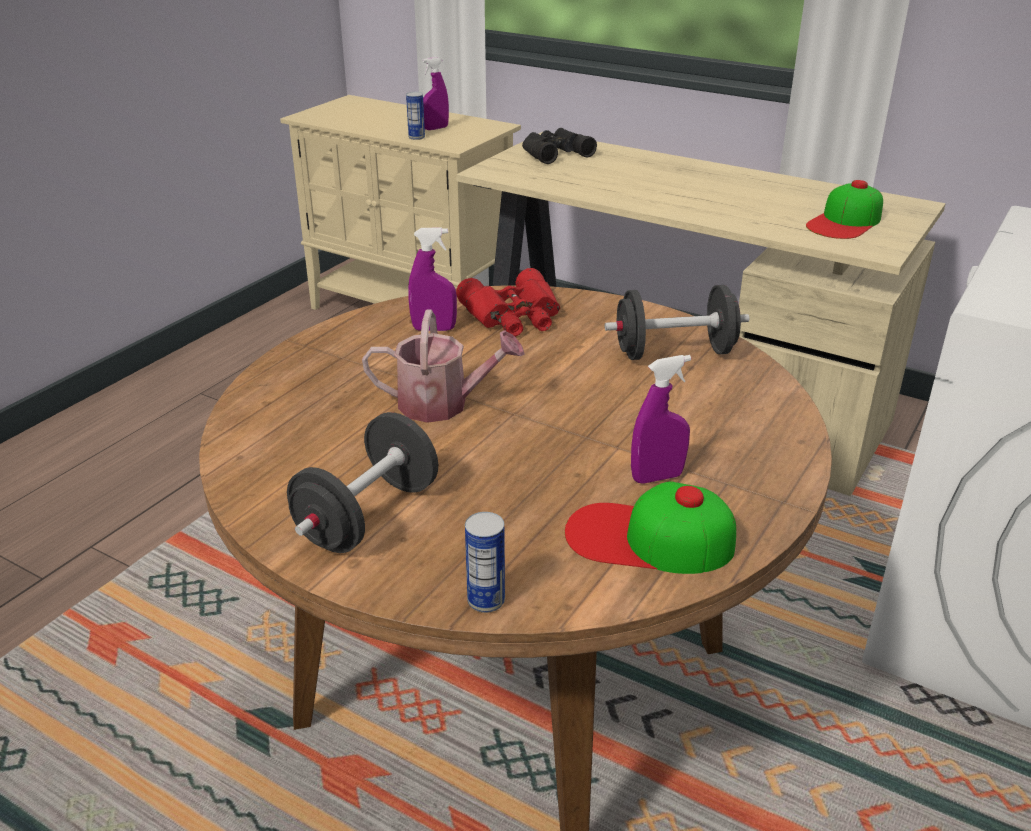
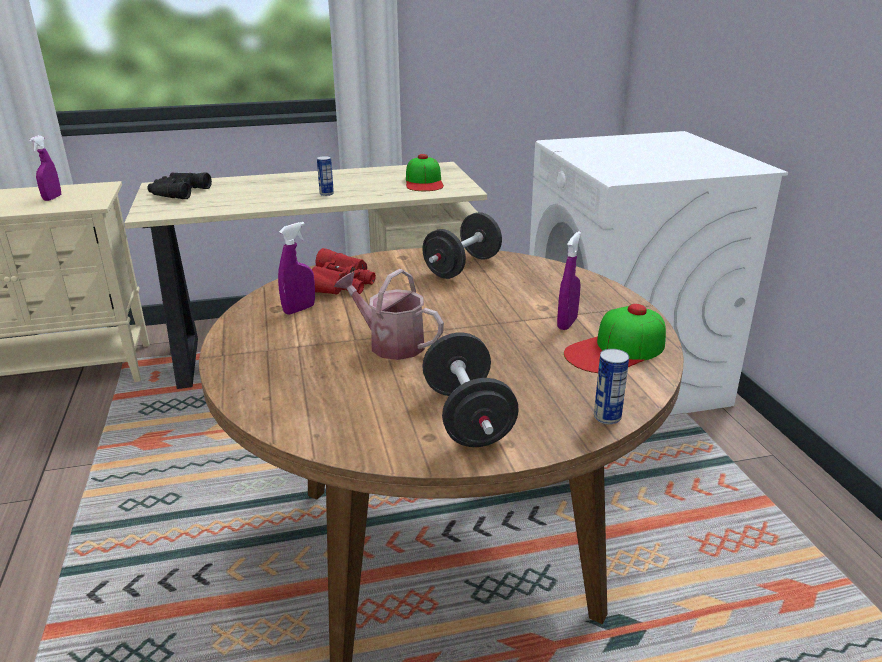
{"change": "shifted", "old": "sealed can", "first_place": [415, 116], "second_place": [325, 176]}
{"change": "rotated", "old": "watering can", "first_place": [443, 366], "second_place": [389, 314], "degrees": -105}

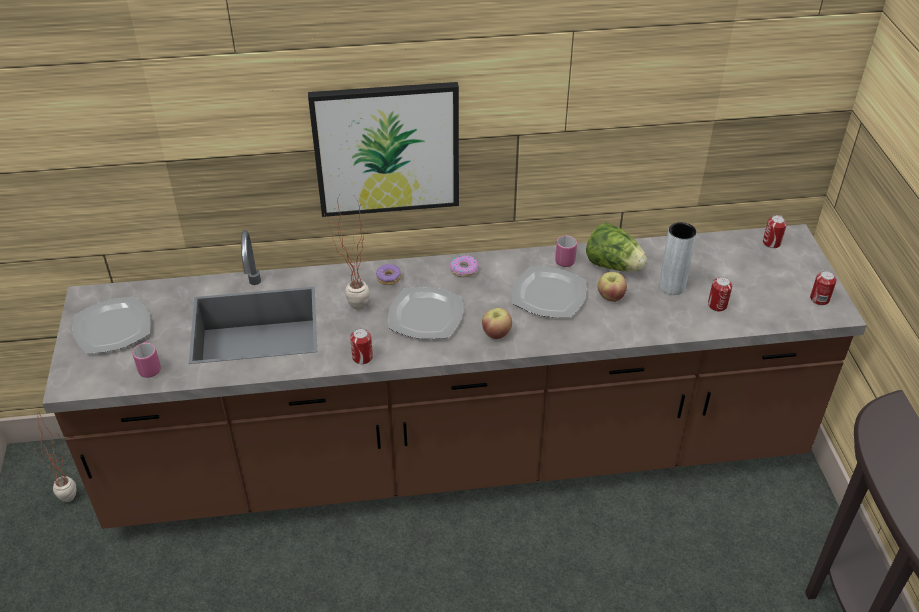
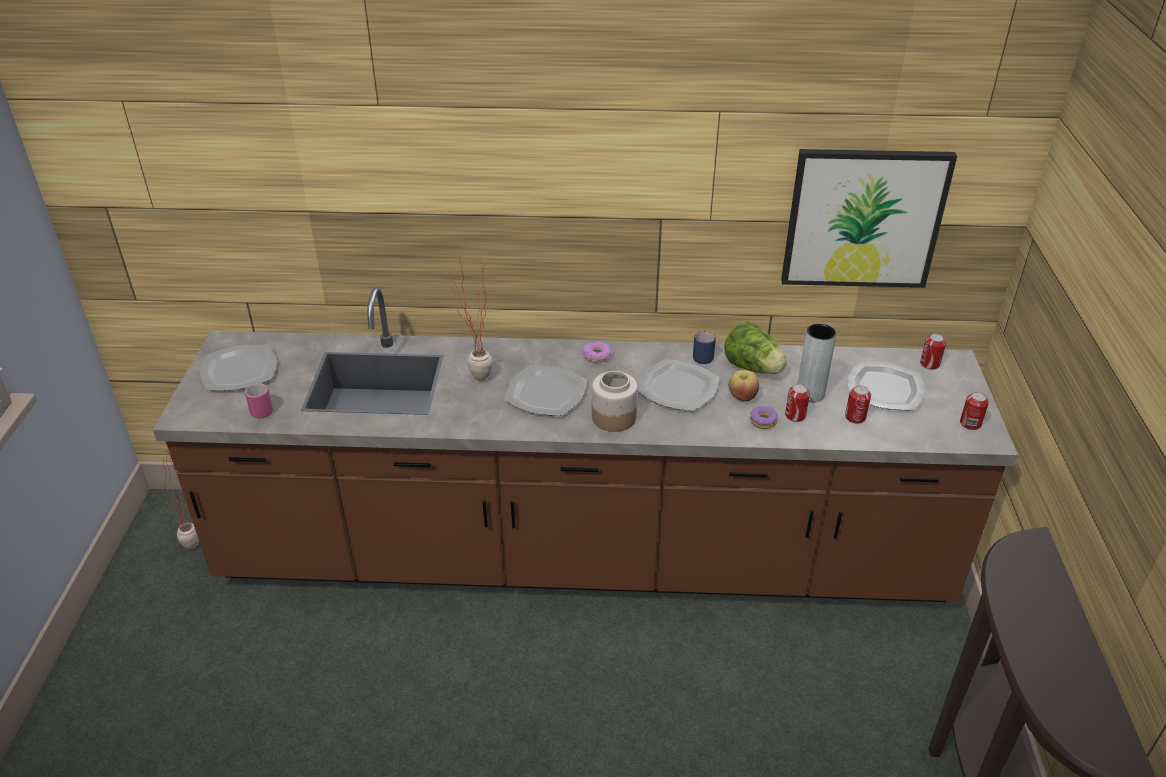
{"change": "shifted", "old": "wall picture", "first_place": [383, 149], "second_place": [869, 218]}
{"change": "repainted", "old": "pink-coloured mug", "new": "blue-coloured mug", "first_place": [566, 251], "second_place": [704, 347]}
{"change": "shifted", "old": "doughnut", "first_place": [388, 274], "second_place": [764, 417]}
{"change": "swapped", "old": "whole apple", "new": "storage jar", "first_place": [497, 323], "second_place": [615, 401]}
{"change": "shifted", "old": "sealed can", "first_place": [361, 346], "second_place": [797, 403]}
{"change": "new", "new": "dinner plate", "second_place": [886, 385]}

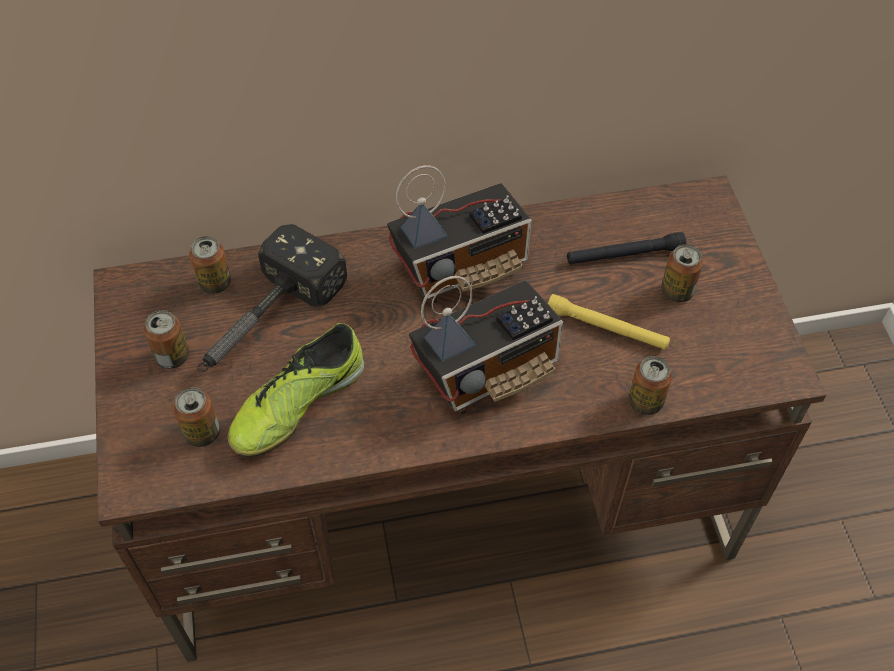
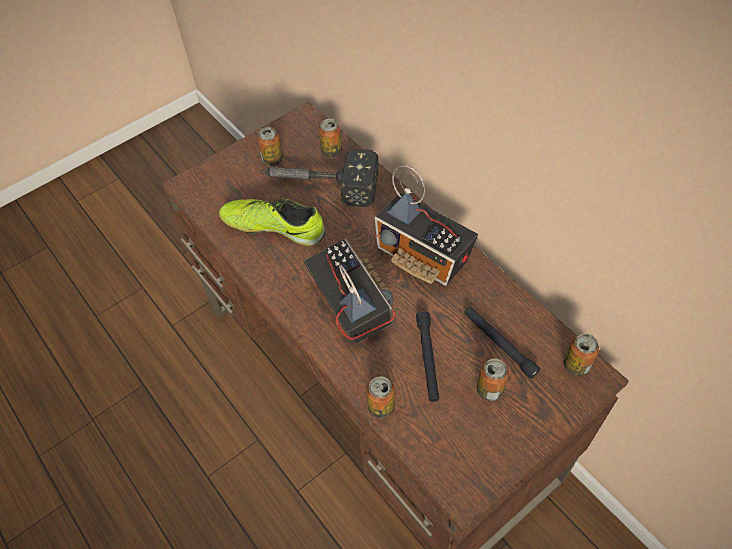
{"change": "rotated", "old": "radio receiver", "first_place": [486, 345], "second_place": [349, 291], "degrees": -150}
{"change": "repainted", "old": "yellow flashlight", "new": "blackish flashlight", "first_place": [609, 322], "second_place": [427, 356]}
{"change": "shifted", "old": "sealed can", "first_place": [196, 417], "second_place": [581, 354]}

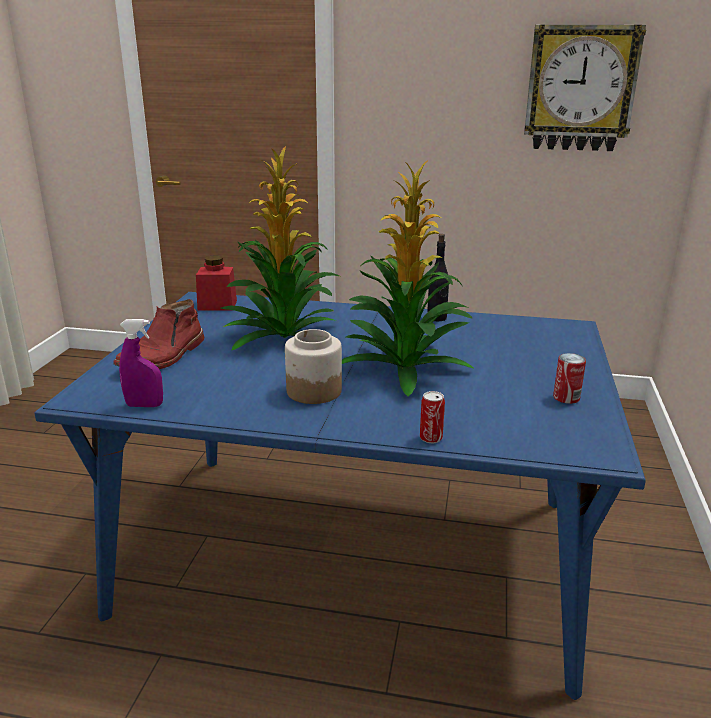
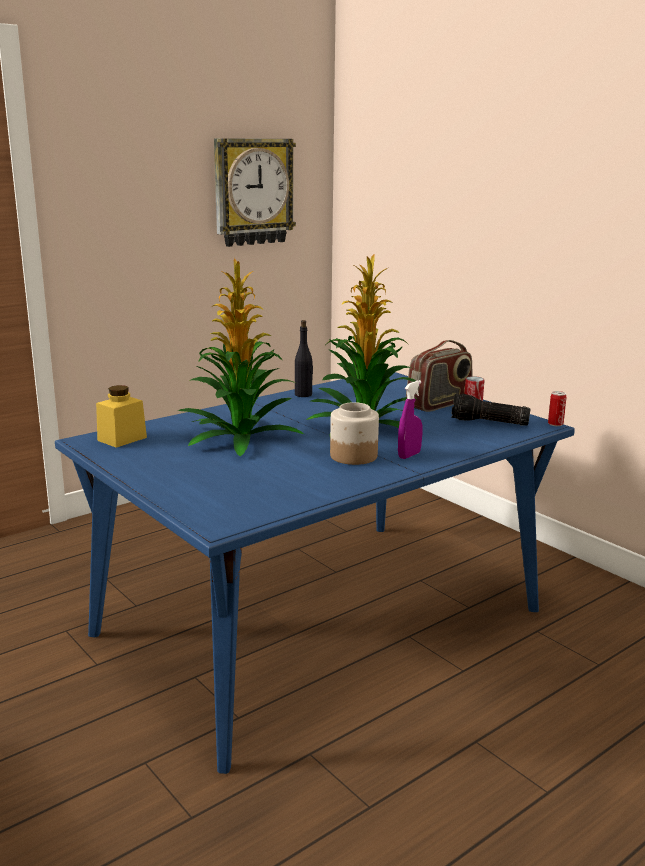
{"change": "repainted", "old": "reddish storage jar", "new": "yellow storage jar", "first_place": [216, 282], "second_place": [121, 416]}
{"change": "gone", "old": "reddish high-top boot", "first_place": [158, 334]}
{"change": "shifted", "old": "purple-coloured hand sprayer", "first_place": [141, 363], "second_place": [410, 419]}
{"change": "shifted", "old": "sealed can", "first_place": [432, 417], "second_place": [557, 408]}
{"change": "new", "new": "radio receiver", "second_place": [439, 376]}
{"change": "new", "new": "flashlight", "second_place": [491, 410]}

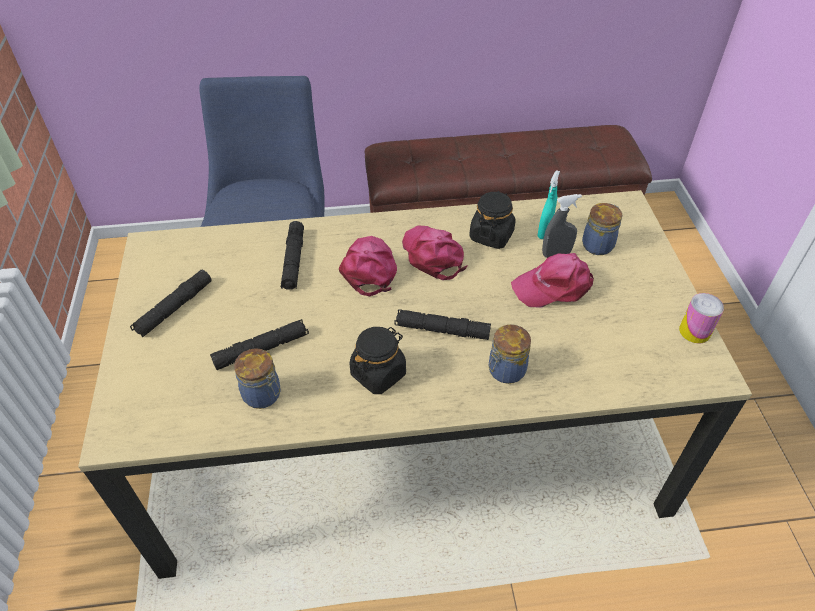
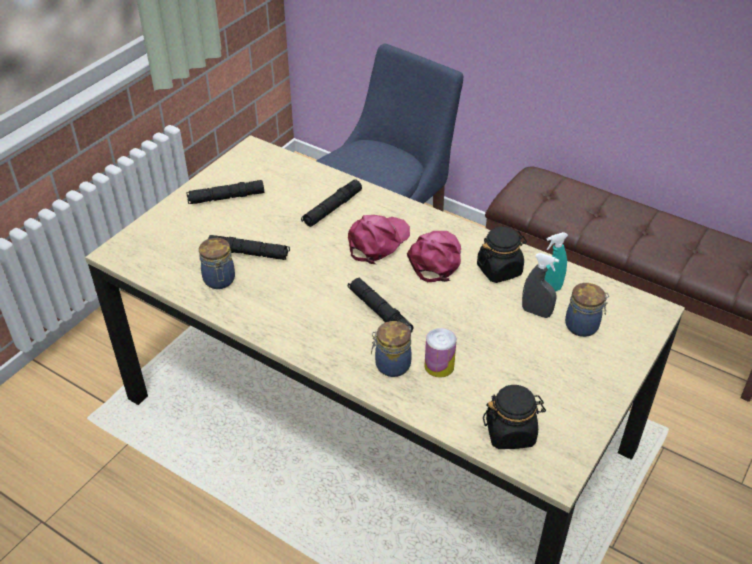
{"change": "gone", "old": "pink-coloured baseball cap", "first_place": [552, 280]}
{"change": "shifted", "old": "sealed can", "first_place": [701, 318], "second_place": [440, 353]}
{"change": "shifted", "old": "blackish storage jar", "first_place": [378, 360], "second_place": [514, 417]}

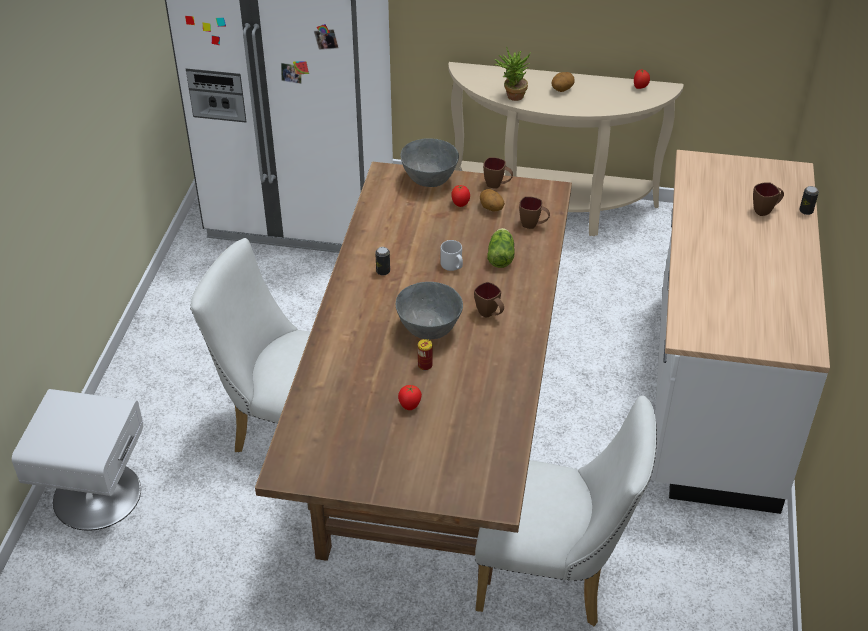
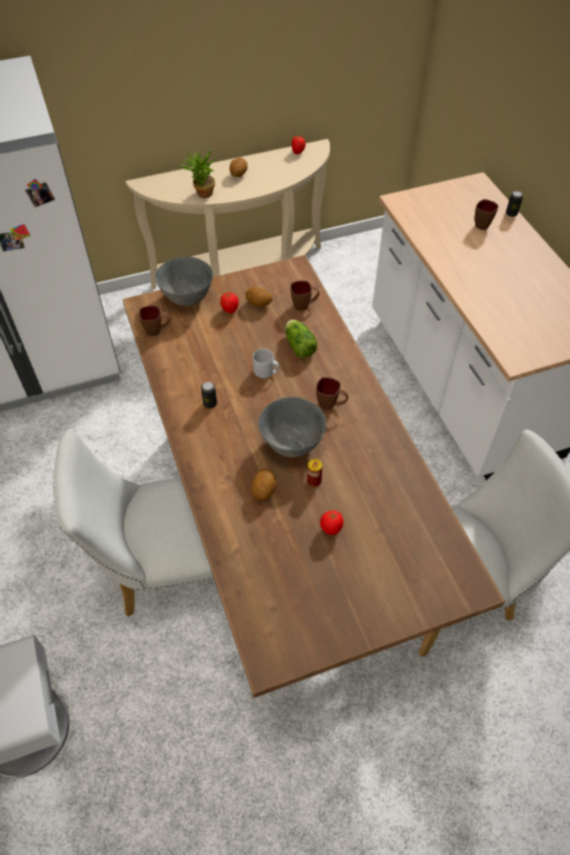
{"change": "shifted", "old": "brown-coloured mug", "first_place": [498, 173], "second_place": [155, 321]}
{"change": "new", "new": "spud", "second_place": [263, 484]}

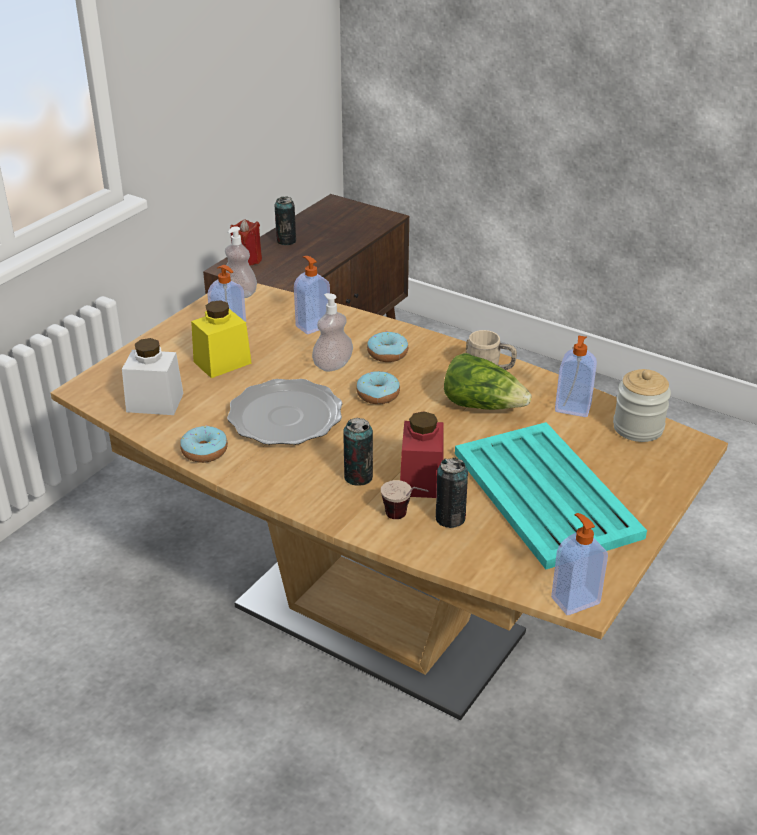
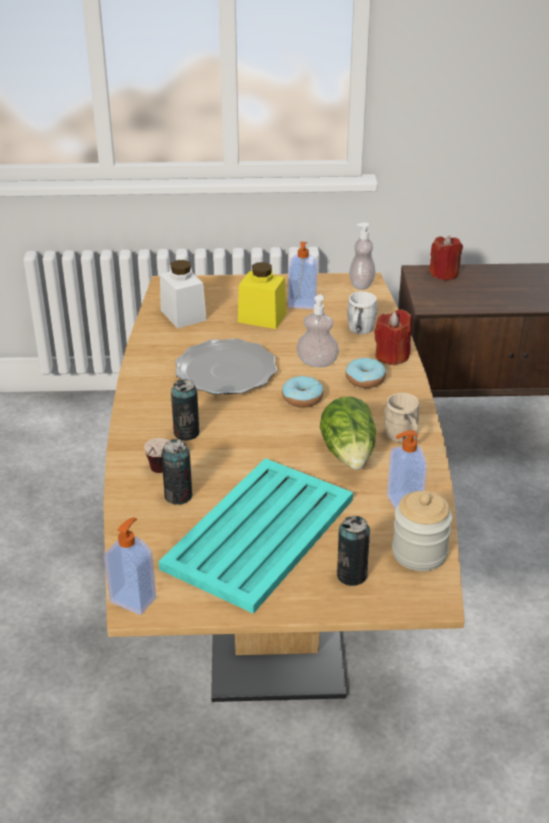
{"change": "shifted", "old": "sealed can", "first_place": [285, 220], "second_place": [353, 551]}
{"change": "swapped", "old": "soap dispenser", "new": "whitish mug", "first_place": [312, 295], "second_place": [362, 312]}
{"change": "gone", "old": "reddish storage jar", "first_place": [422, 454]}
{"change": "gone", "old": "doughnut", "first_place": [204, 444]}
{"change": "new", "new": "reddish wax light", "second_place": [393, 337]}

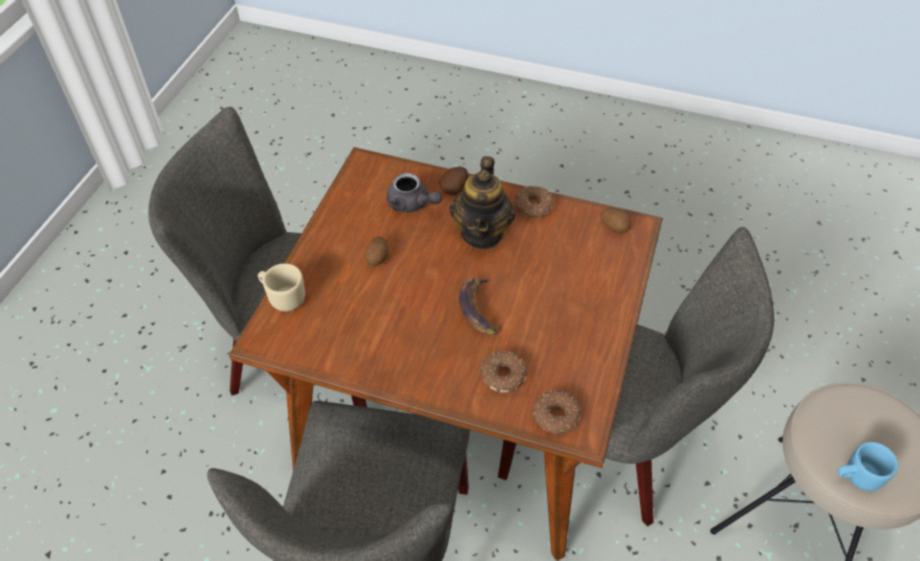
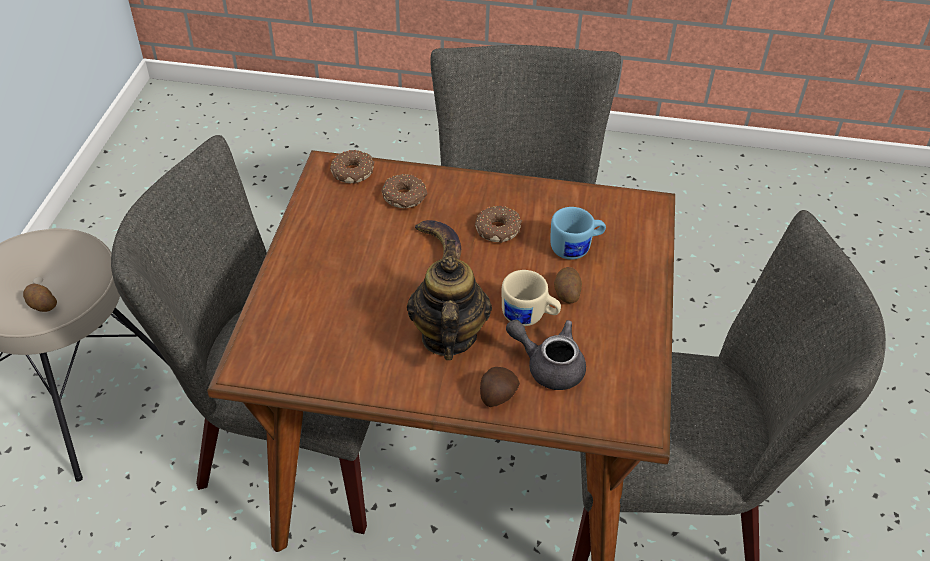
{"change": "shifted", "old": "doughnut", "first_place": [533, 202], "second_place": [498, 224]}
{"change": "shifted", "old": "spud", "first_place": [615, 220], "second_place": [40, 298]}
{"change": "shifted", "old": "beige-coloured mug", "first_place": [281, 287], "second_place": [531, 298]}
{"change": "shifted", "old": "blue-coloured mug", "first_place": [867, 466], "second_place": [578, 233]}

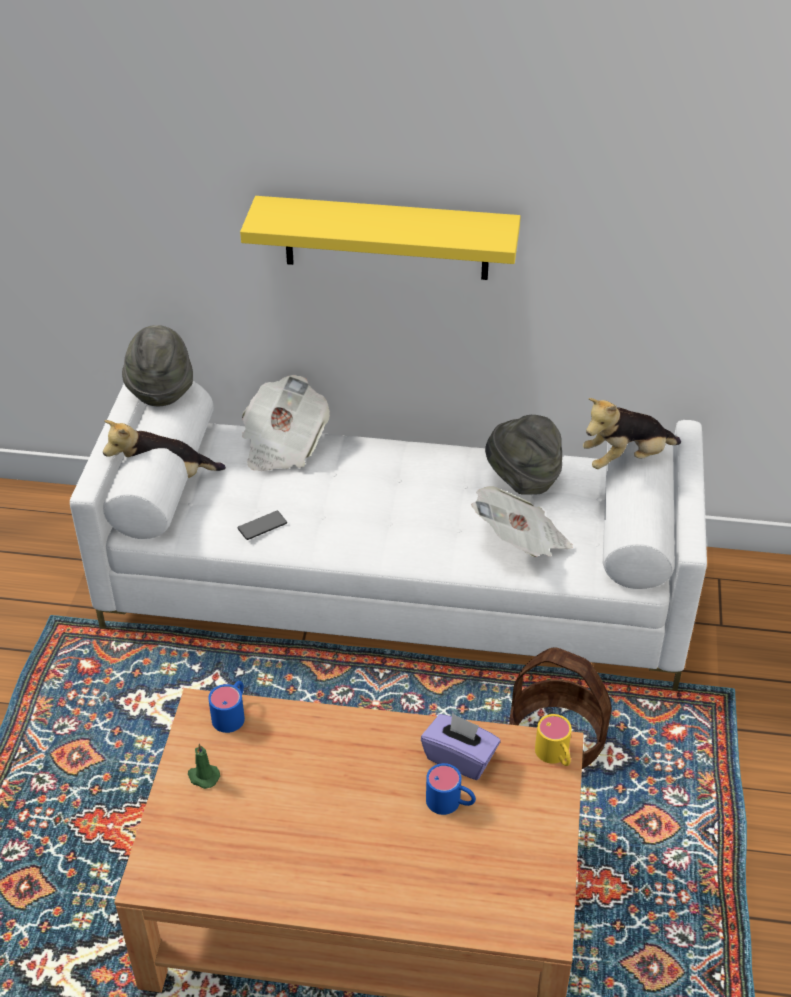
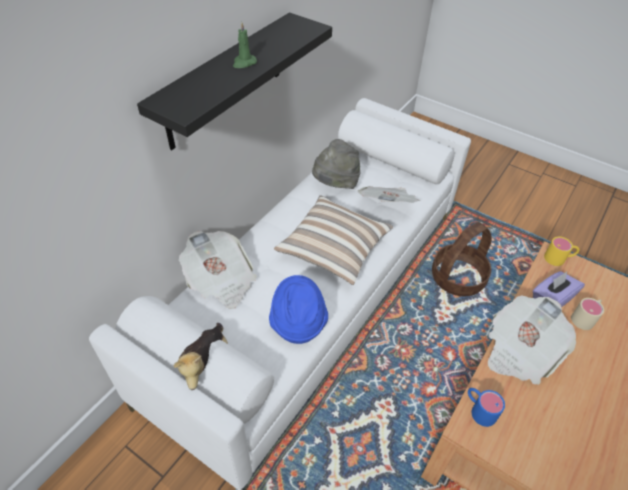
{"change": "repainted", "old": "yellow bracket shelf", "new": "blackish bracket shelf", "first_place": [380, 238], "second_place": [234, 81]}
{"change": "gone", "old": "gray clothing hat", "first_place": [157, 365]}
{"change": "gone", "old": "plush toy", "first_place": [632, 433]}
{"change": "swapped", "old": "handset", "new": "blue-coloured clothing hat", "first_place": [262, 525], "second_place": [298, 309]}
{"change": "shifted", "old": "greenish wax light", "first_place": [204, 766], "second_place": [245, 45]}
{"change": "repainted", "old": "blue-coloured mug", "new": "beige-coloured mug", "first_place": [451, 789], "second_place": [587, 314]}
{"change": "new", "new": "cushion", "second_place": [333, 240]}
{"change": "new", "new": "printed paper", "second_place": [531, 340]}

